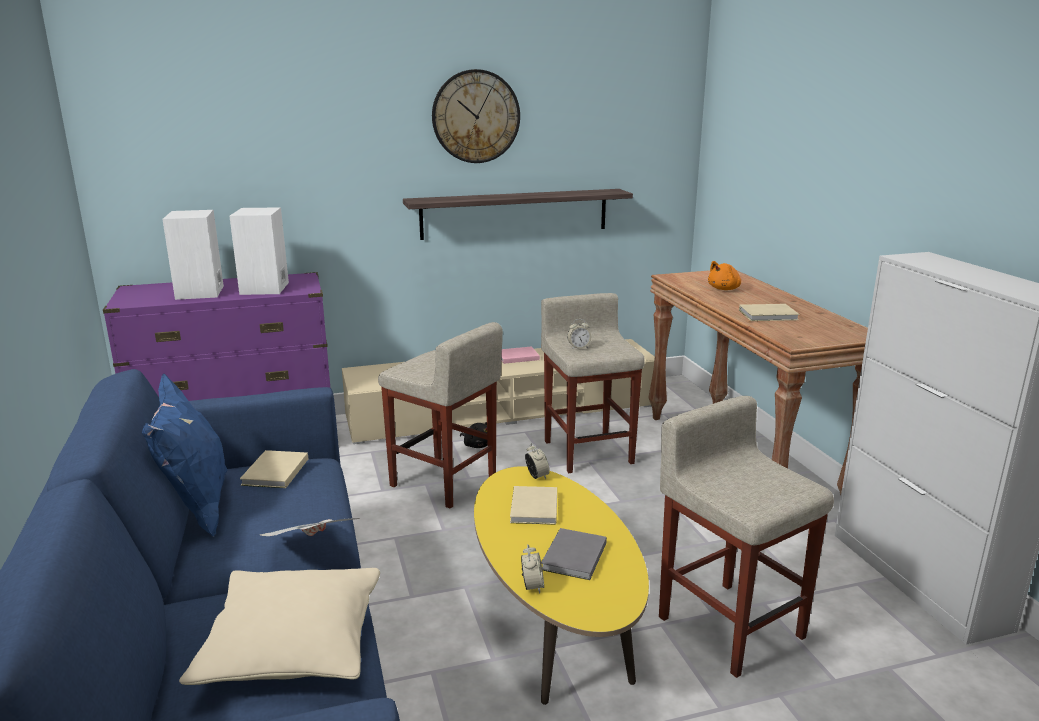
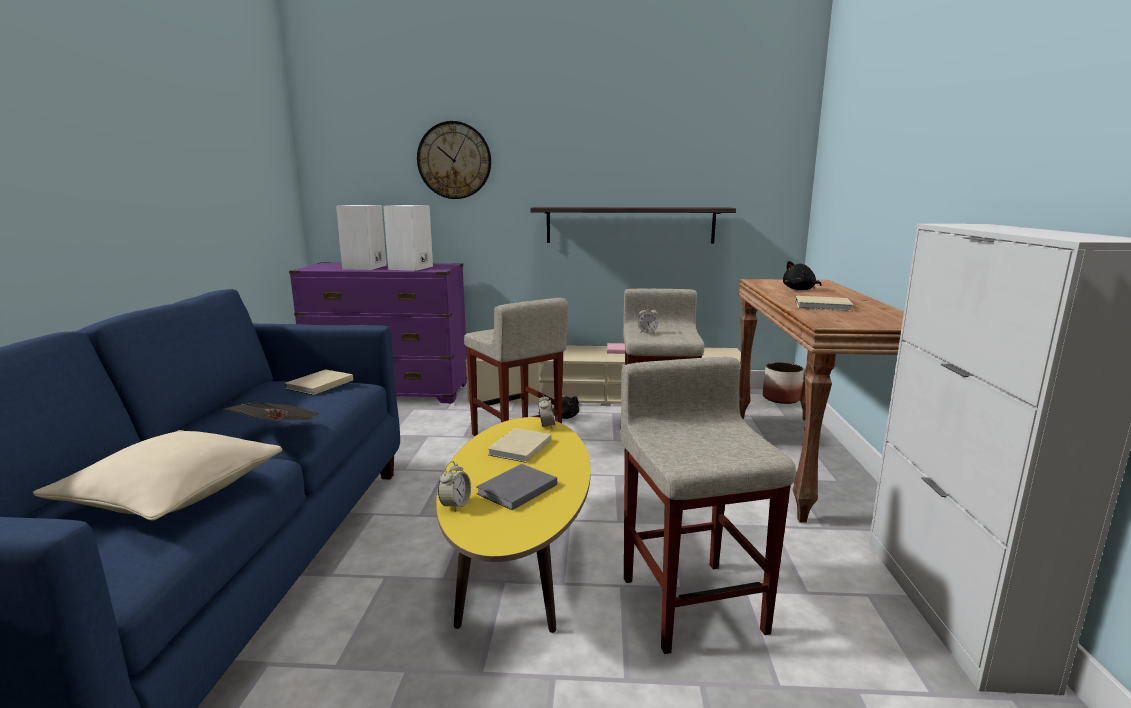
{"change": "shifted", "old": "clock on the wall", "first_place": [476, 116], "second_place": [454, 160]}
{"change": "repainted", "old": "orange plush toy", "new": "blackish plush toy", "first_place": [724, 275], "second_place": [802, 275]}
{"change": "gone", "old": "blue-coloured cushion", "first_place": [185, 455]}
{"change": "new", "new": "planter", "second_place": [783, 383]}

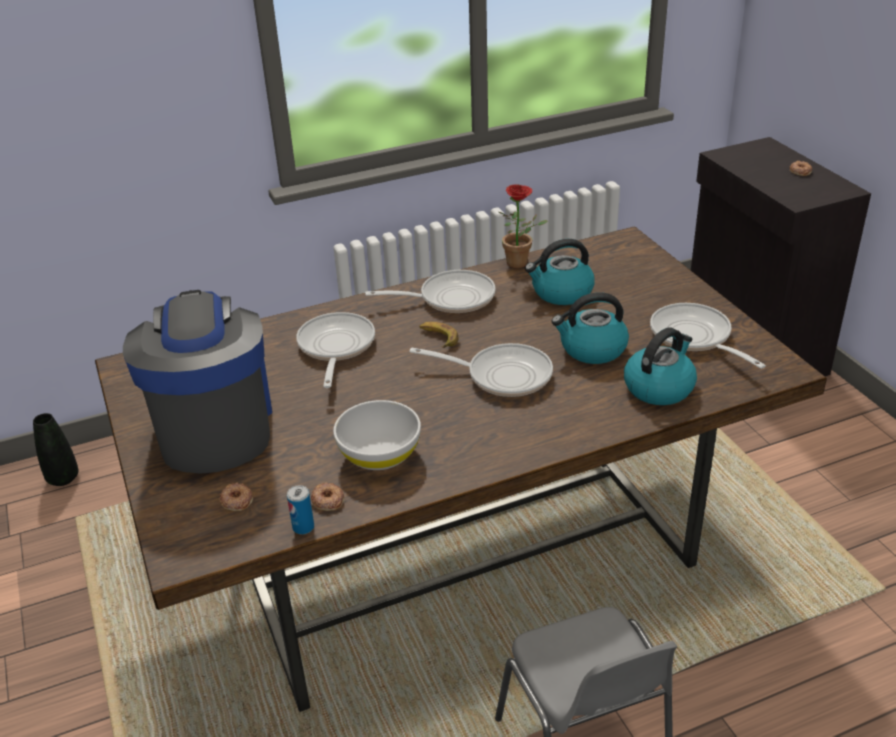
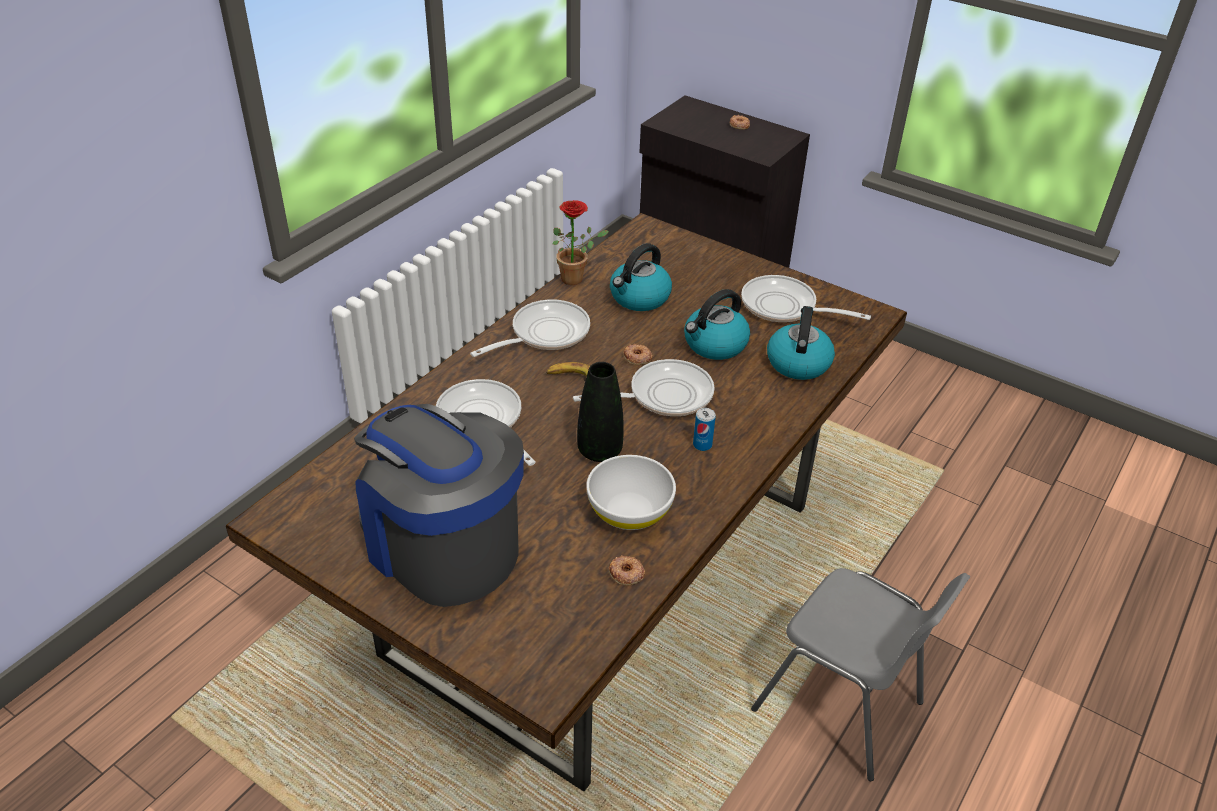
{"change": "shifted", "old": "blackish flower vase", "first_place": [56, 449], "second_place": [600, 412]}
{"change": "shifted", "old": "doughnut", "first_place": [236, 497], "second_place": [637, 354]}
{"change": "shifted", "old": "sealed can", "first_place": [300, 510], "second_place": [704, 429]}

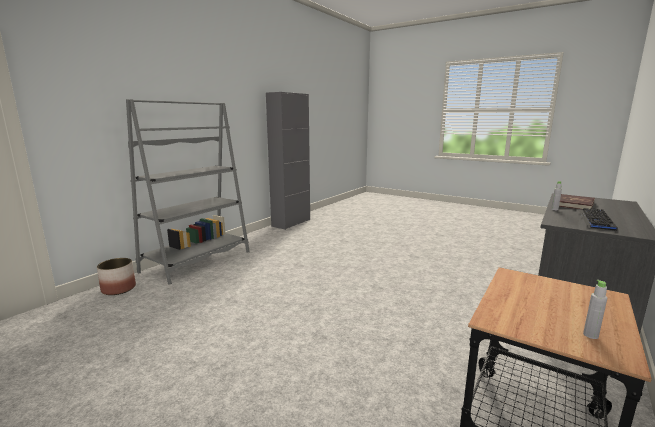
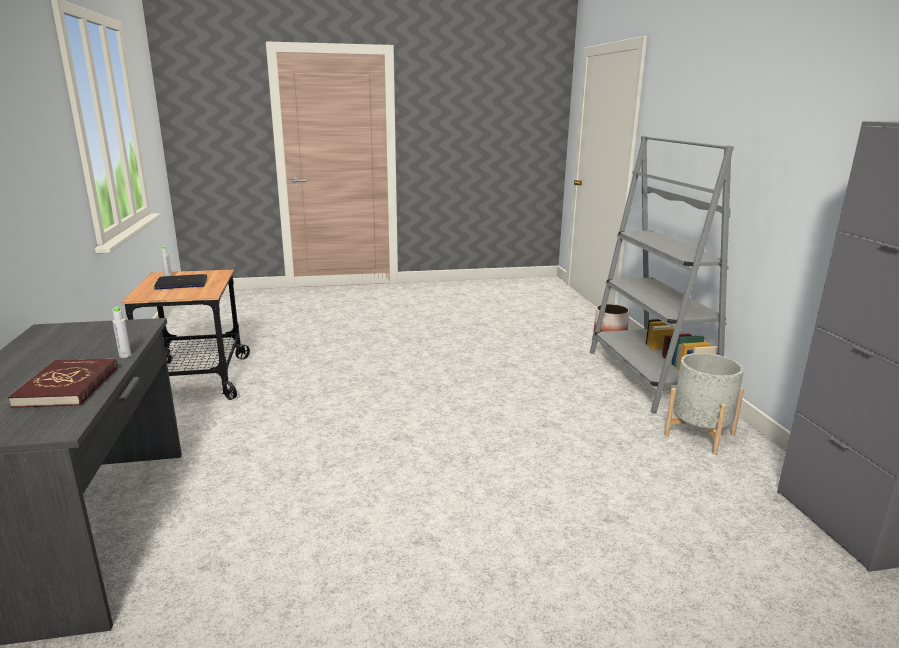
{"change": "gone", "old": "computer keyboard", "first_place": [598, 219]}
{"change": "new", "new": "notebook computer", "second_place": [180, 282]}
{"change": "new", "new": "gray planter", "second_place": [704, 404]}

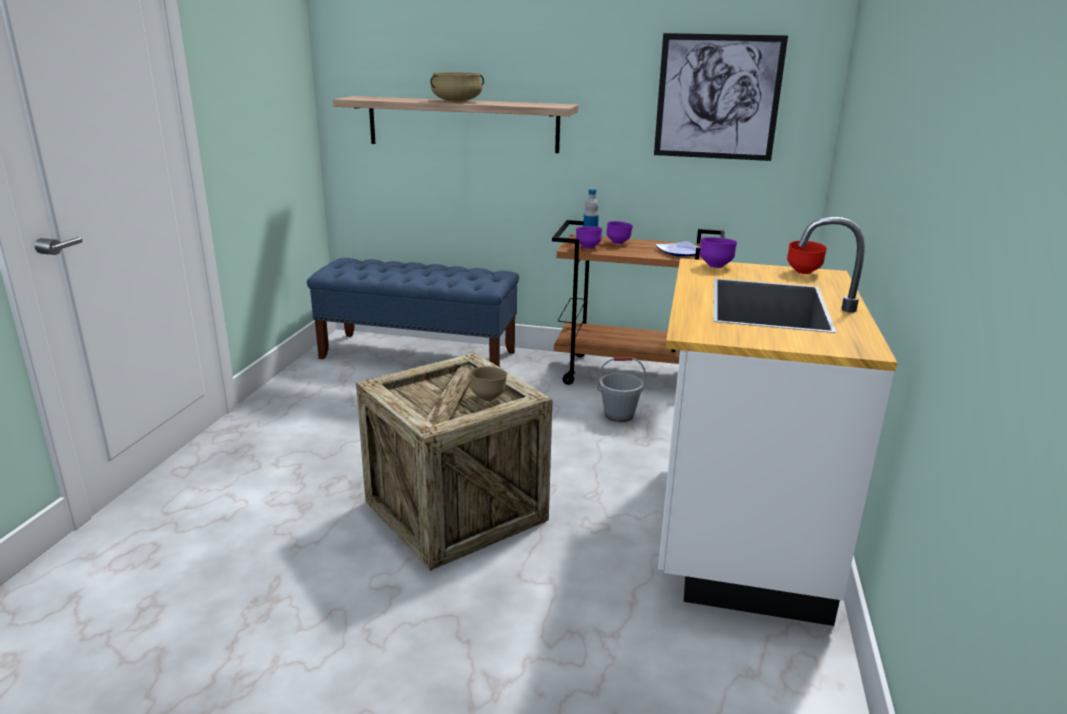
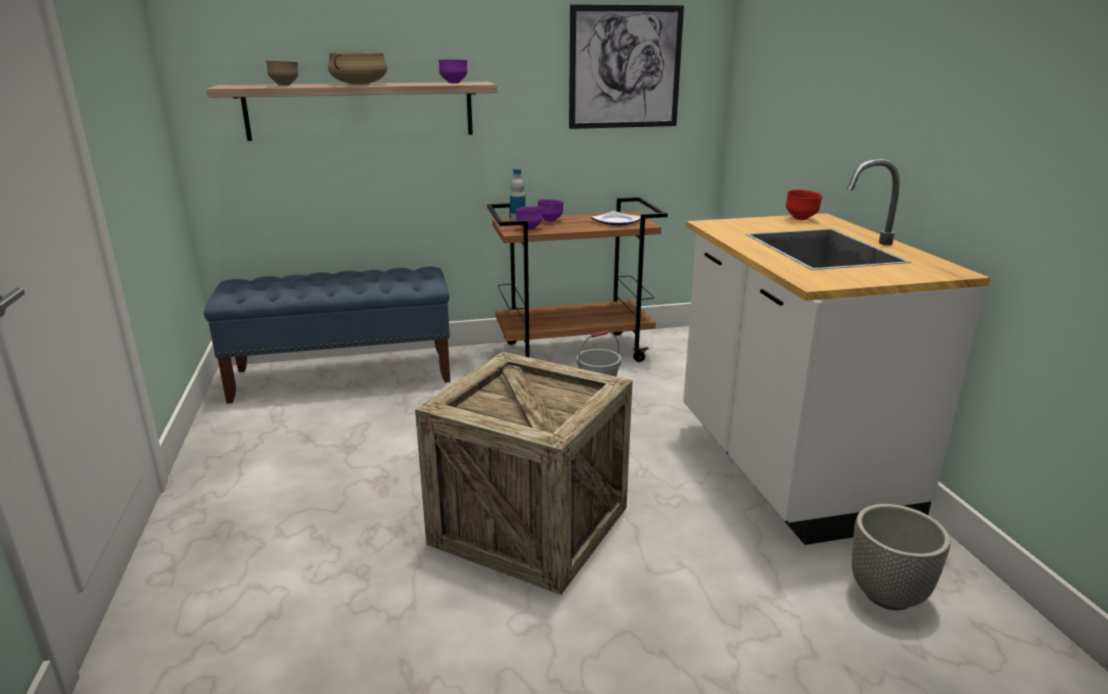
{"change": "shifted", "old": "purple-coloured bowl", "first_place": [718, 252], "second_place": [452, 71]}
{"change": "shifted", "old": "brown-coloured bowl", "first_place": [488, 384], "second_place": [282, 73]}
{"change": "new", "new": "planter", "second_place": [901, 557]}

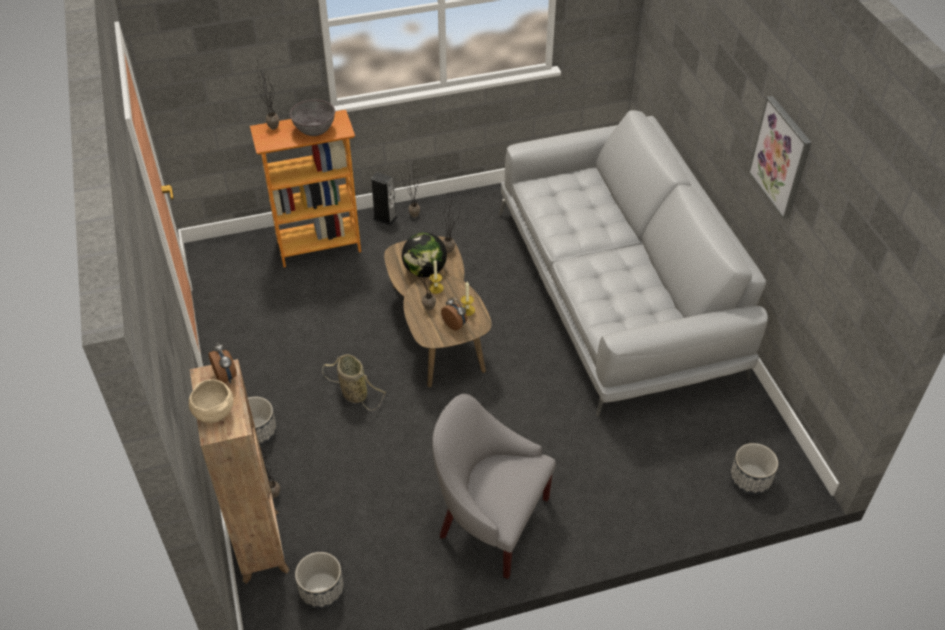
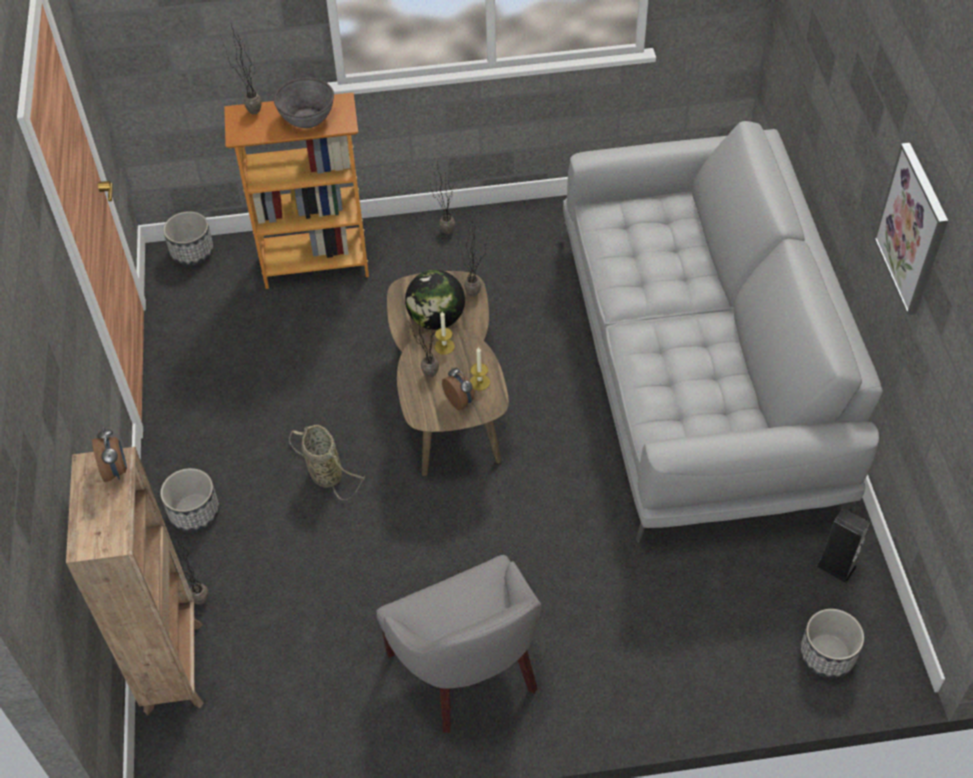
{"change": "shifted", "old": "speaker", "first_place": [384, 198], "second_place": [844, 545]}
{"change": "gone", "old": "beige-coloured bowl", "first_place": [211, 401]}
{"change": "rotated", "old": "gray easy chair", "first_place": [494, 486], "second_place": [458, 644], "degrees": -150}
{"change": "shifted", "old": "planter", "first_place": [319, 580], "second_place": [188, 238]}

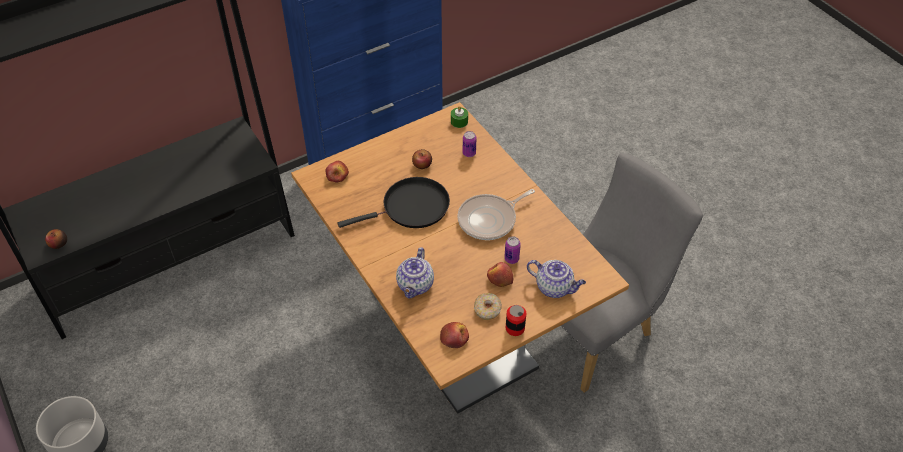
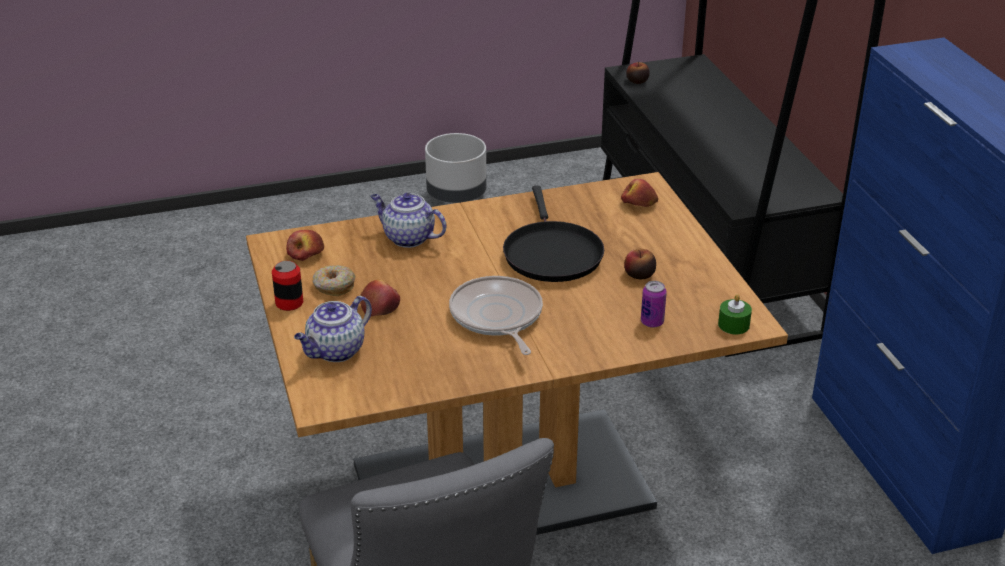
{"change": "gone", "old": "sealed can", "first_place": [512, 250]}

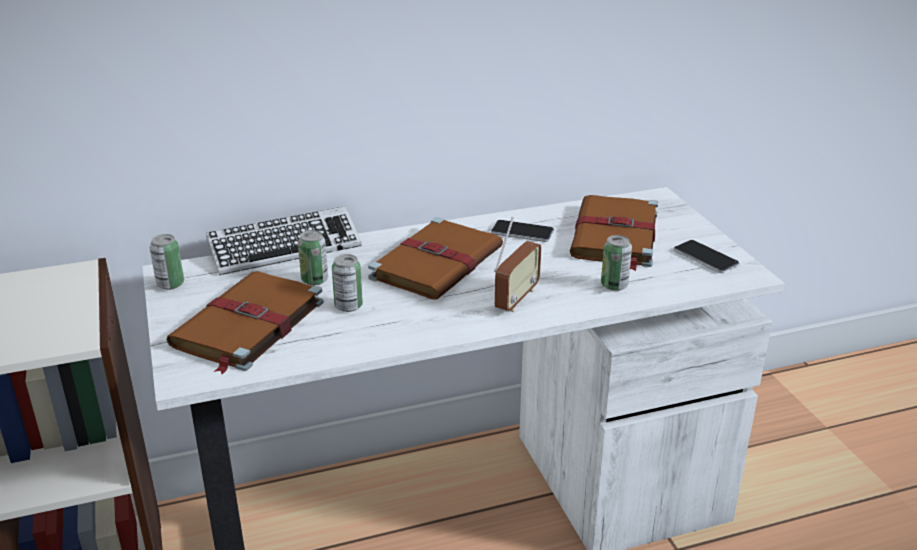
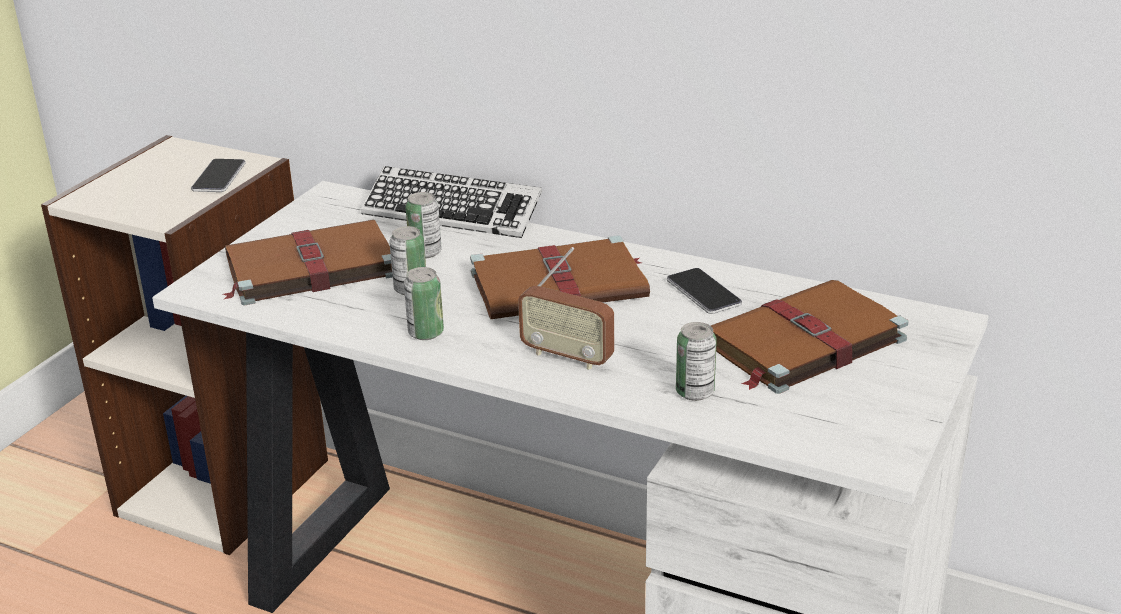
{"change": "rotated", "old": "radio receiver", "first_place": [518, 264], "second_place": [566, 308], "degrees": 45}
{"change": "shifted", "old": "sealed can", "first_place": [167, 262], "second_place": [424, 303]}
{"change": "shifted", "old": "handset", "first_place": [706, 256], "second_place": [218, 175]}

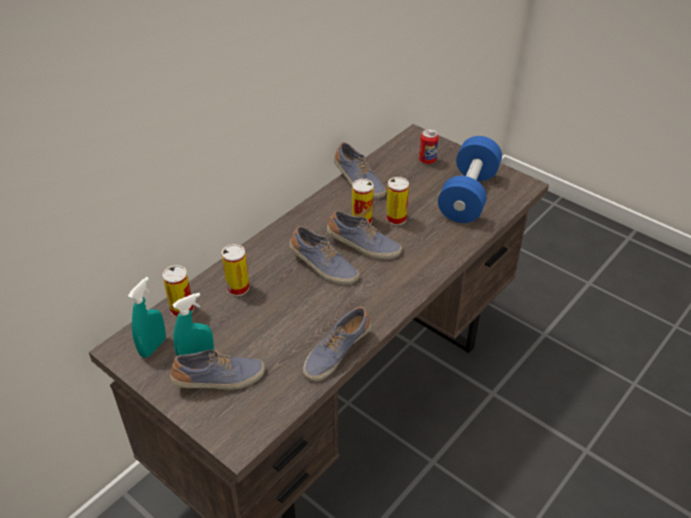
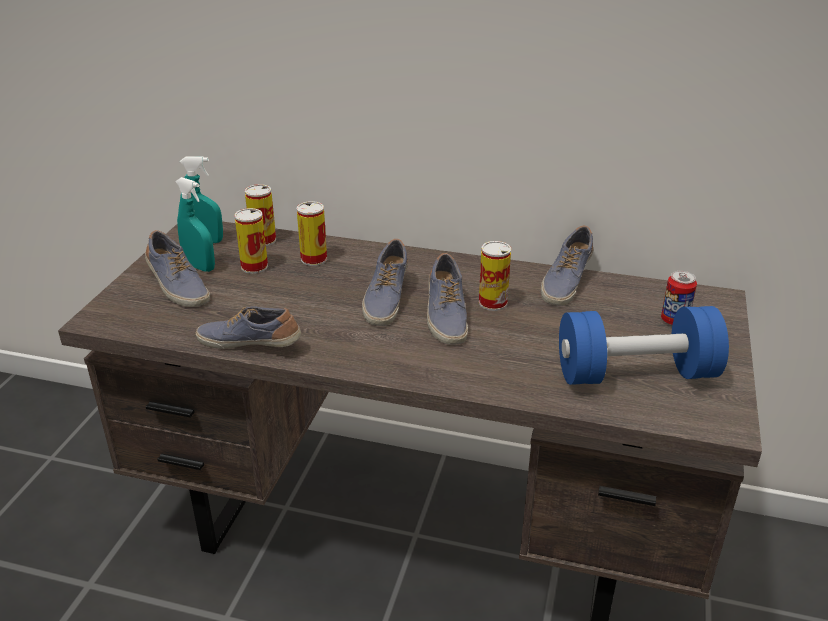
{"change": "shifted", "old": "sealed can", "first_place": [397, 201], "second_place": [251, 241]}

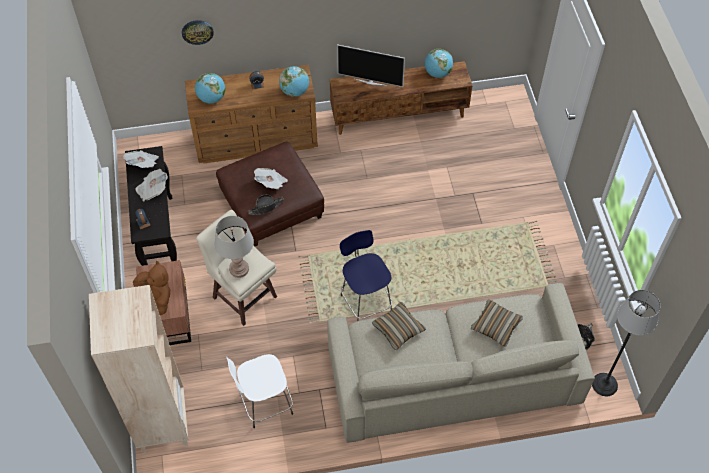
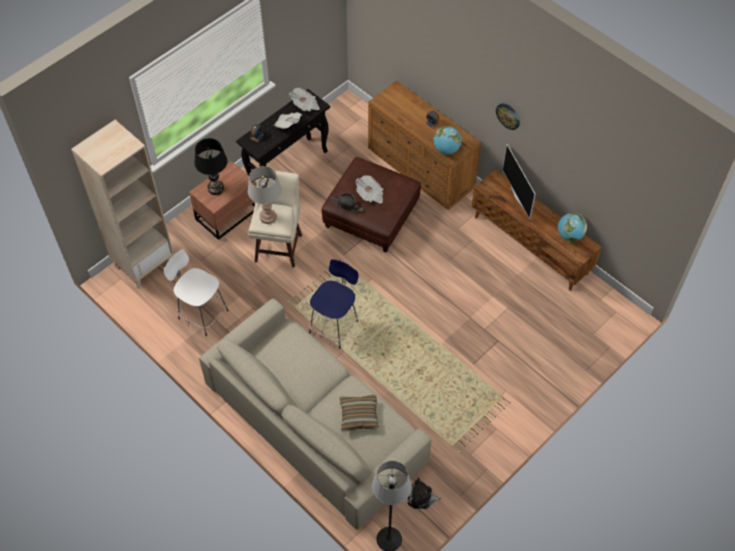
{"change": "shifted", "old": "clock on the wall", "first_place": [198, 32], "second_place": [508, 116]}
{"change": "gone", "old": "desk globe", "first_place": [210, 88]}
{"change": "swapped", "old": "brown-coloured plush toy", "new": "blackish tabletop lamp", "first_place": [152, 287], "second_place": [211, 166]}
{"change": "gone", "old": "cushion", "first_place": [399, 326]}

